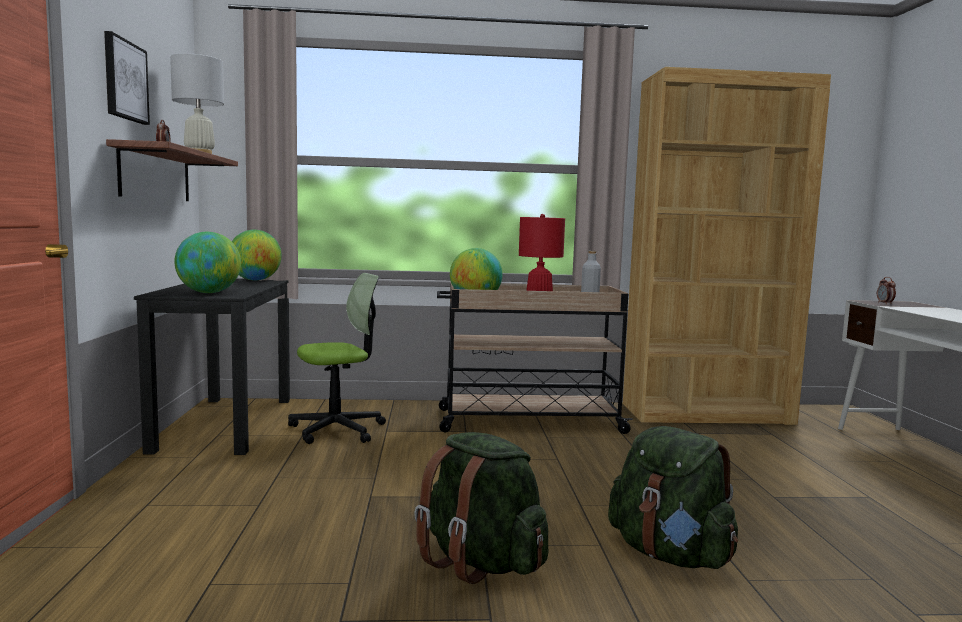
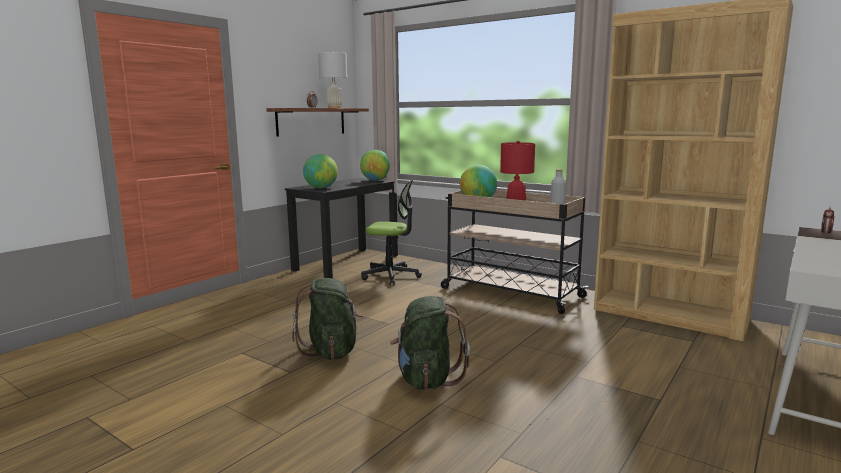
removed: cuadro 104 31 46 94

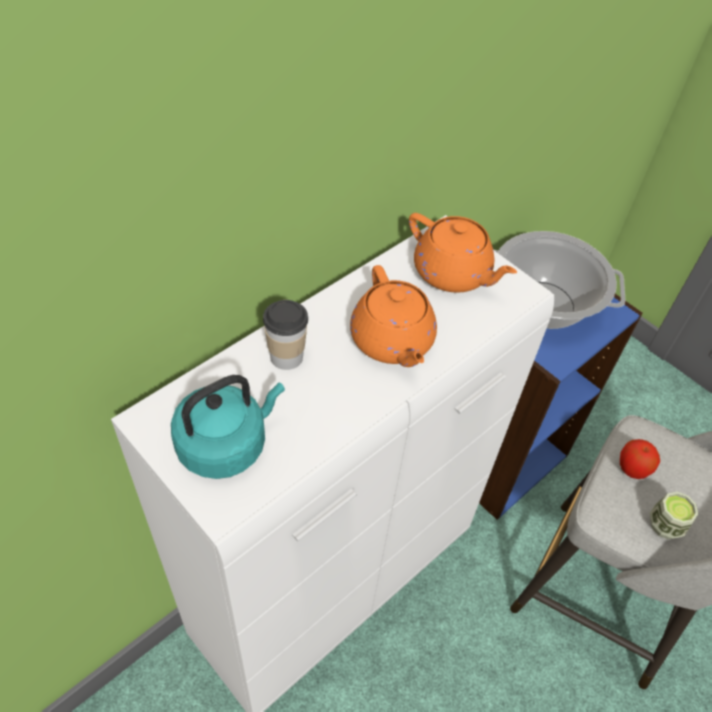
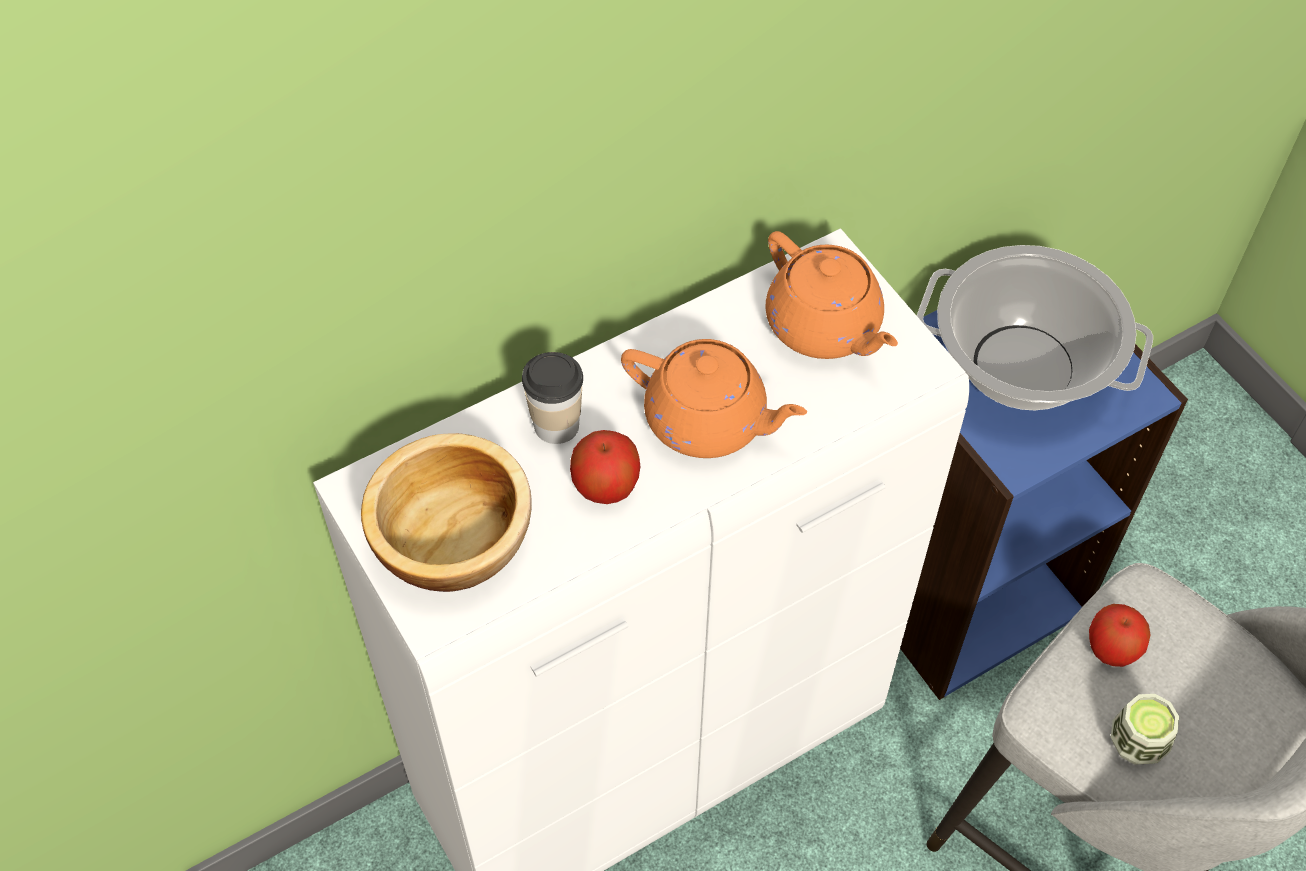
added: manzana 570 430 71 74
replaced: hervidor/turquesa 171 375 114 104 to cuenco 361 433 171 159
turned: tetera/naranja 350 265 87 102 = 621 339 186 119 60 degrees counterclockwise

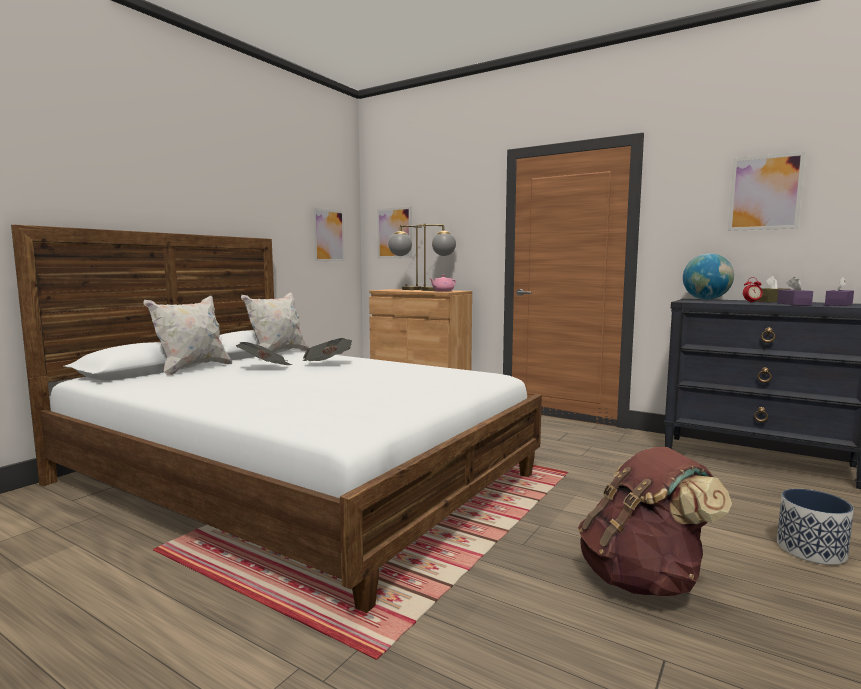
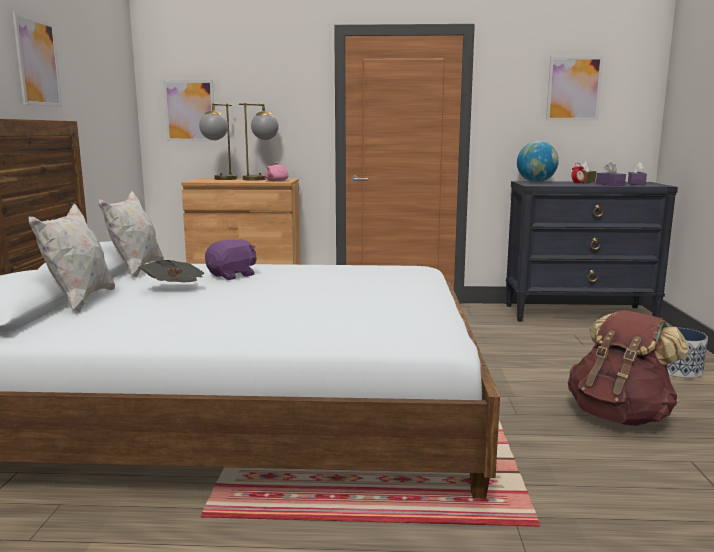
moved: cuadro 313 207 32 55 to 12 12 50 95
replaced: periódico 303 338 49 23 to peluche/morado 205 239 52 41

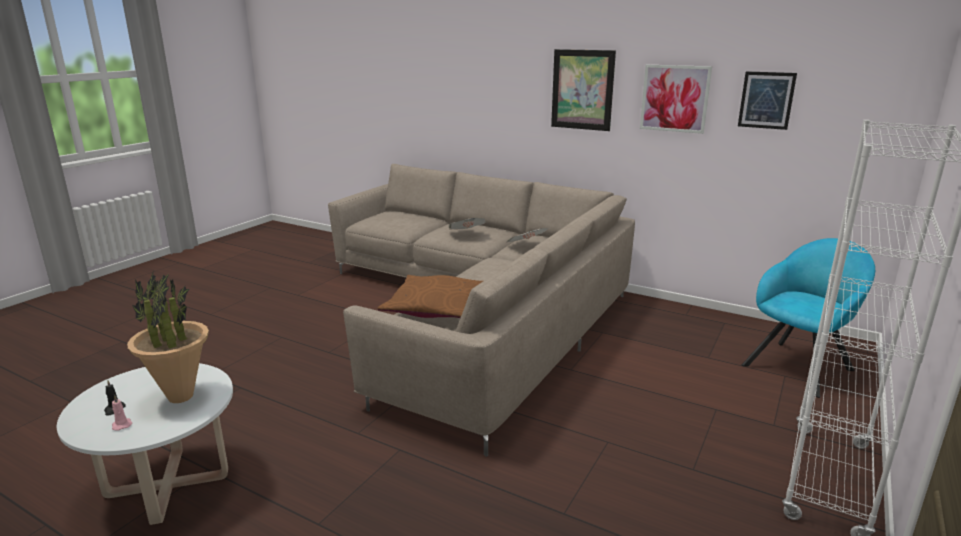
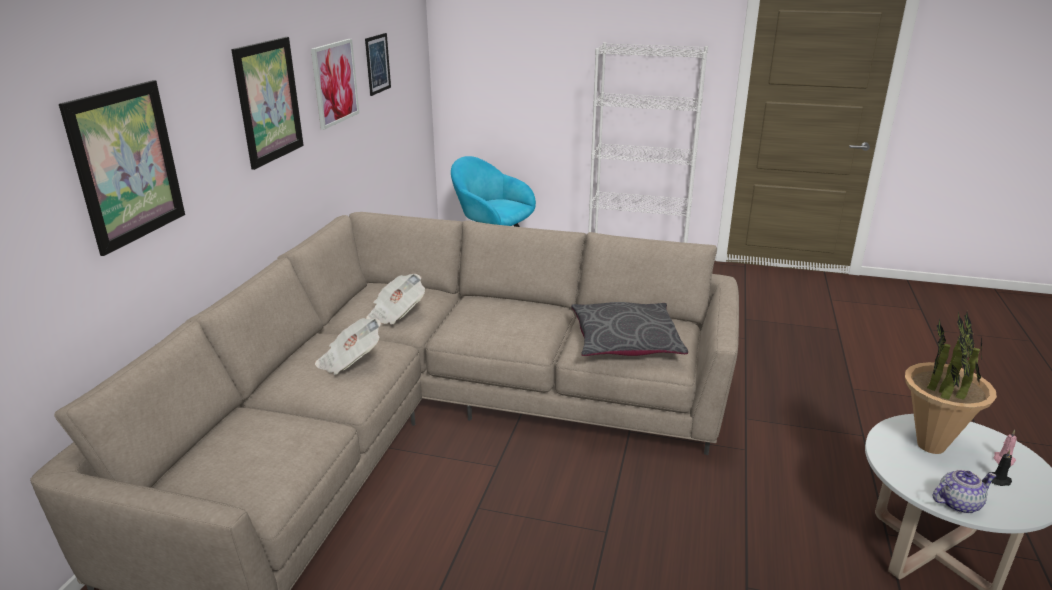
added: cuadro 59 80 126 176; tetera 933 470 63 43
recoloured: cojín/marrón 377 275 106 43 to cojín/gris 571 302 117 54

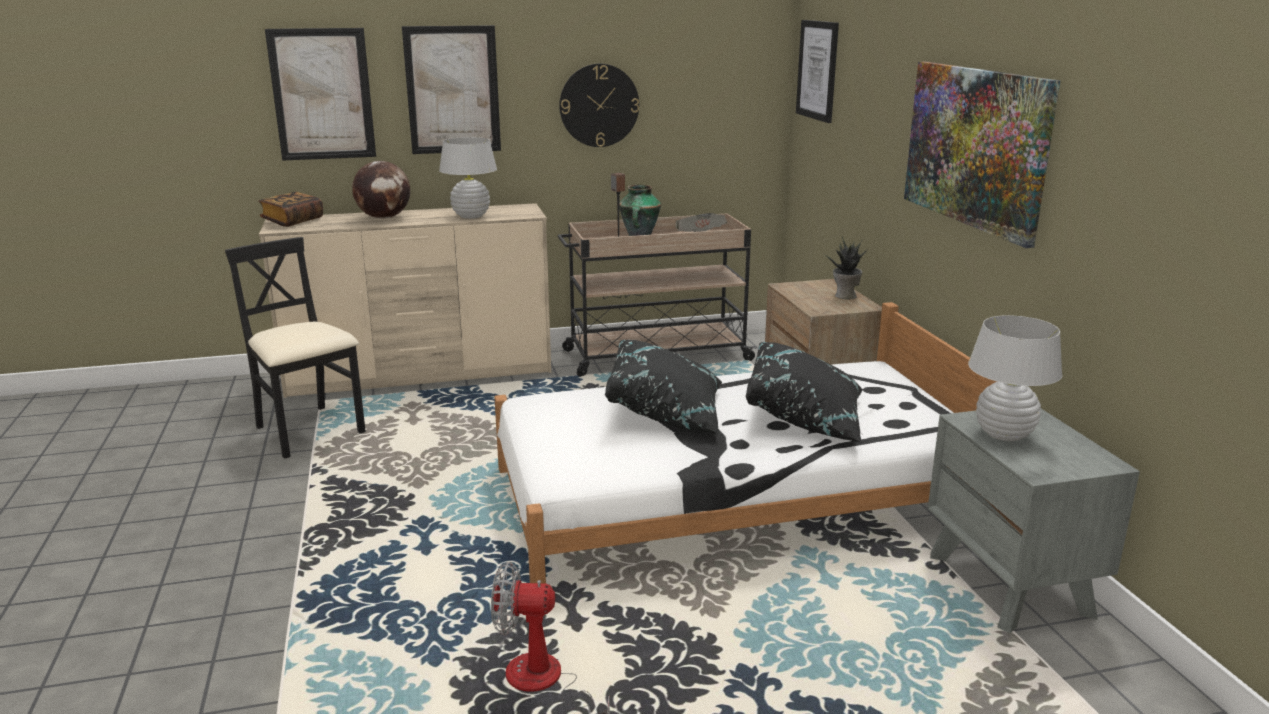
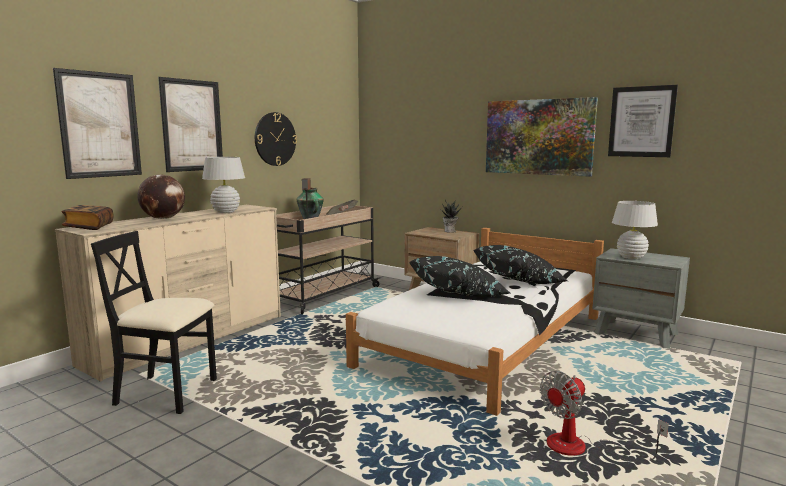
moved: cuadro 796 20 43 103 to 608 85 70 72

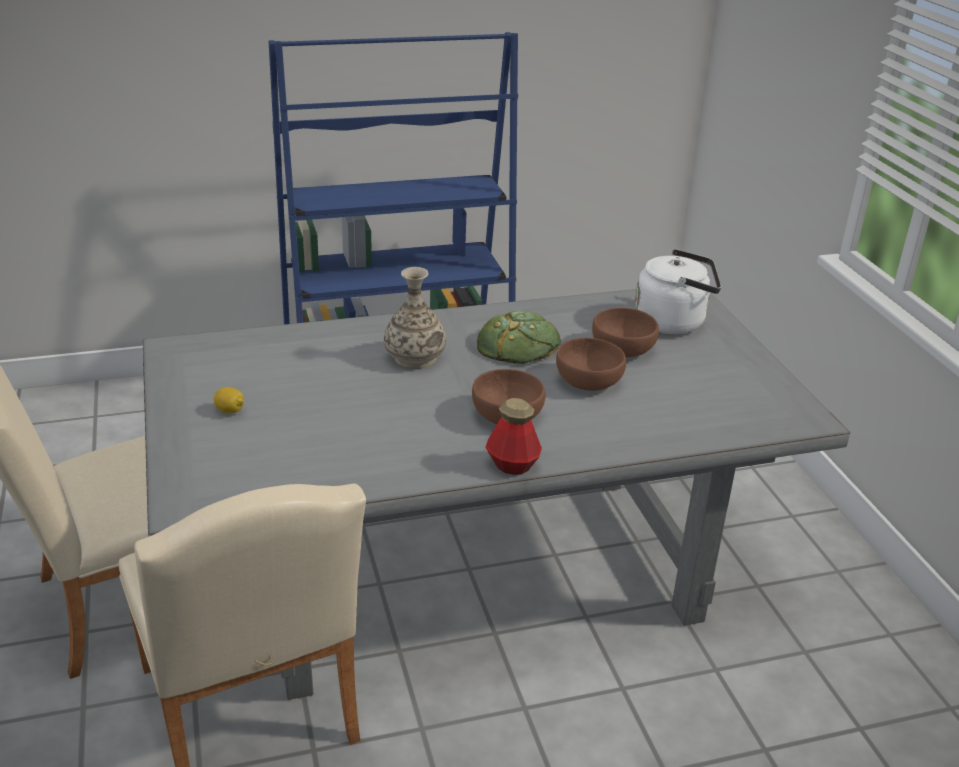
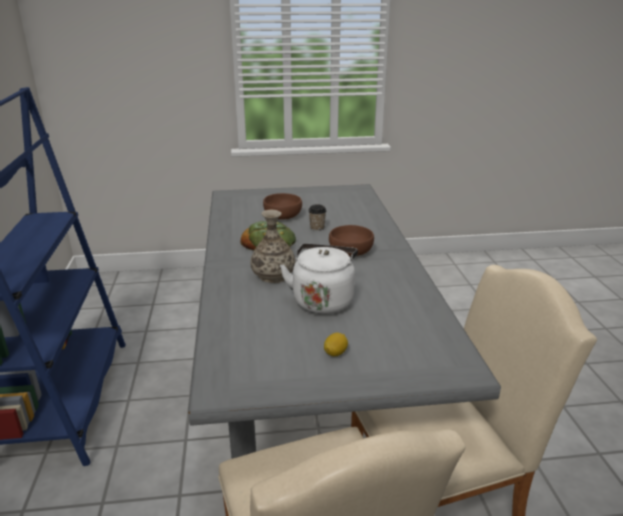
removed: botella 485 398 57 77
moved: hervidor/blanco 634 249 87 85 to 280 243 78 71
replaced: cuenco/marrón 556 338 70 53 to taza 308 204 18 27

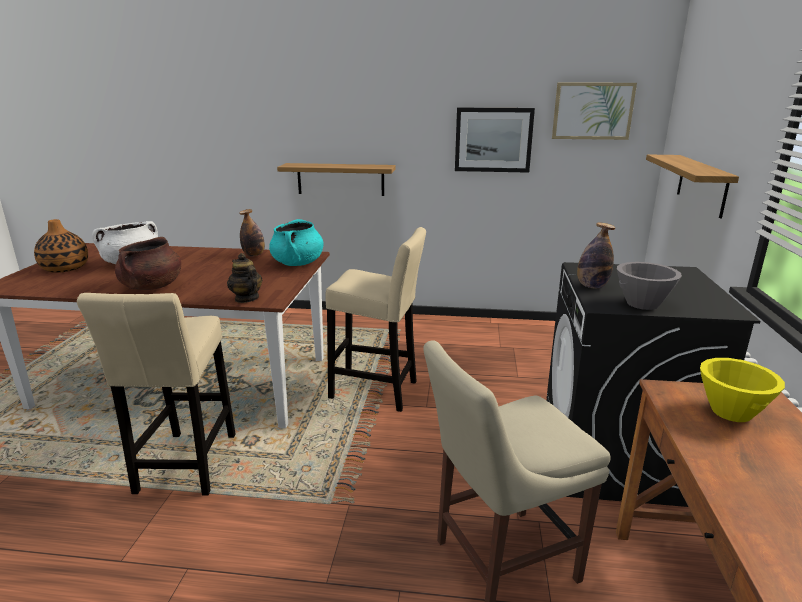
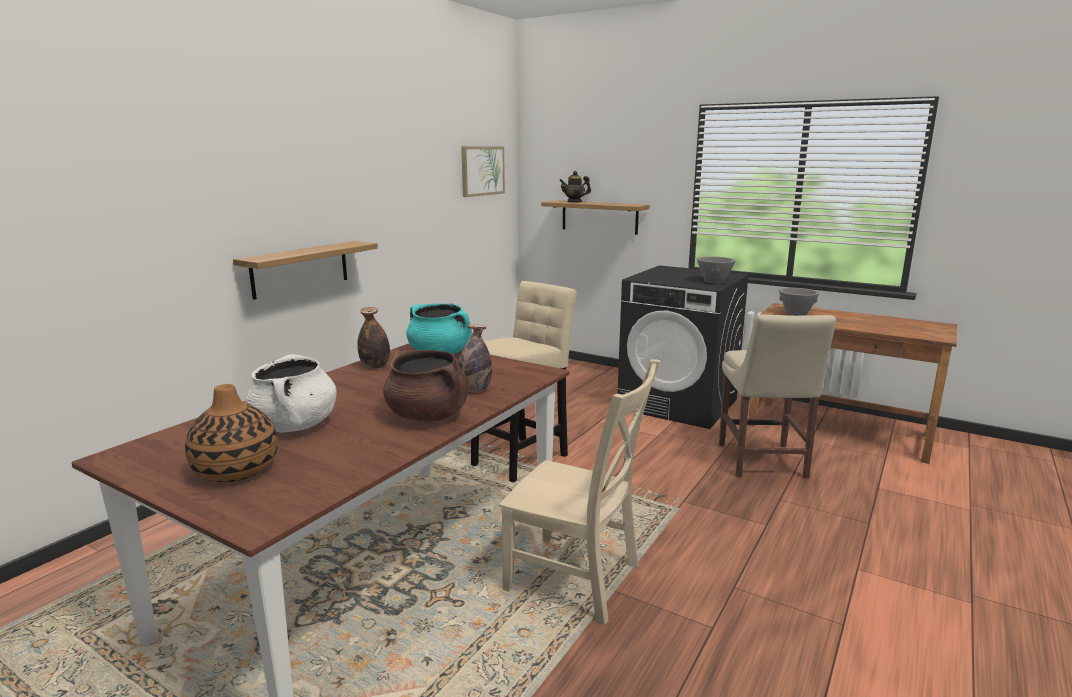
removed: cuadro 455 108 80 65
moved: botella 577 223 39 65 to 458 324 34 68; tetera 227 253 35 50 to 559 171 32 32
replaced: taburete/beis 77 293 159 203 to silla/beis 499 359 161 266
recoloured: cuenco/amarillo 700 358 85 64 to cuenco/gris 779 288 41 28

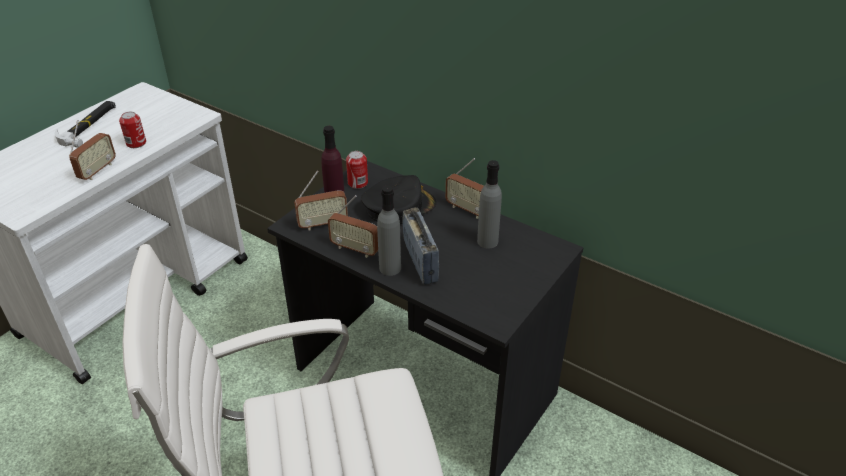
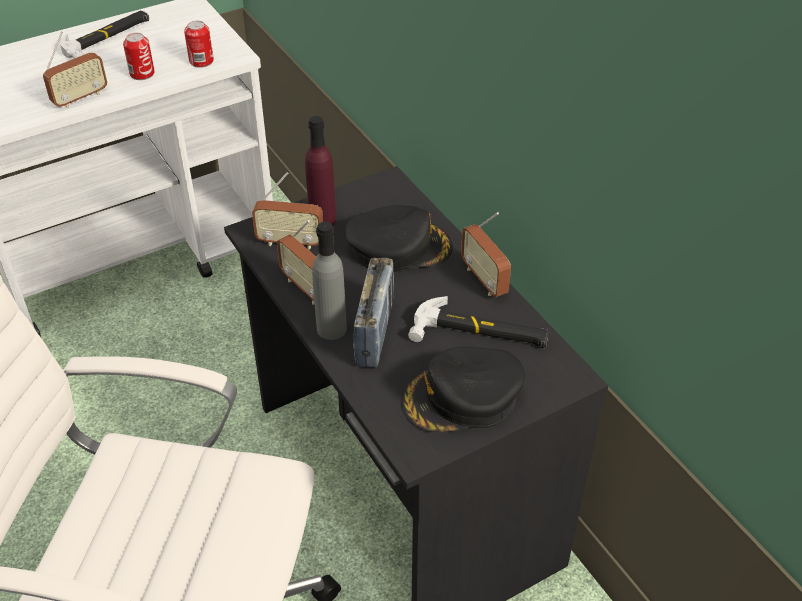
added: gorra/negro 401 347 124 85
moved: lata 346 151 22 38 to 184 21 30 47
replaced: botella/gris 477 160 25 89 to martillo 408 296 141 52

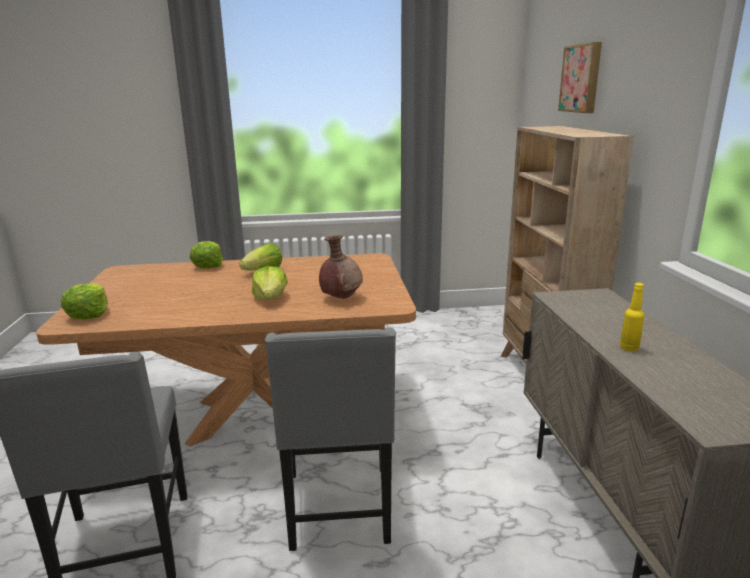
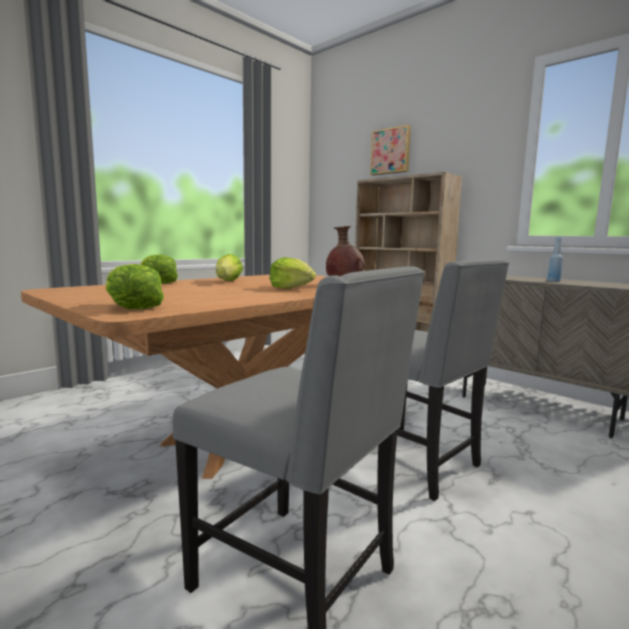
recoloured: botella/amarillo 620 283 24 68 to botella/azul 547 237 16 45

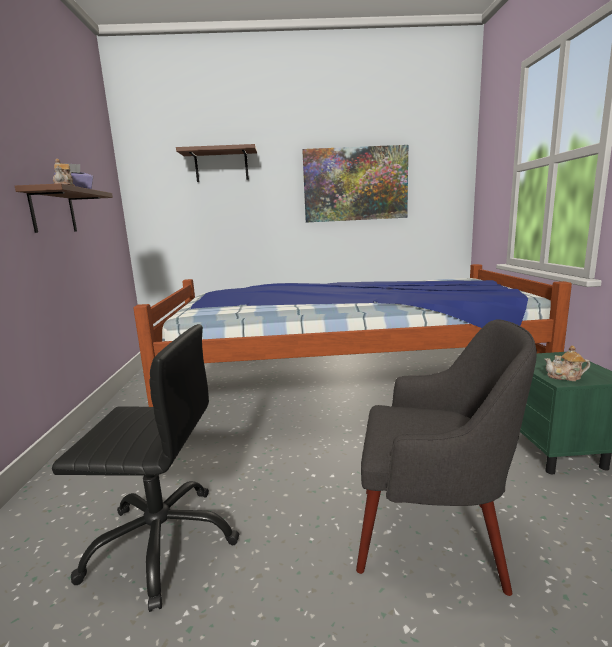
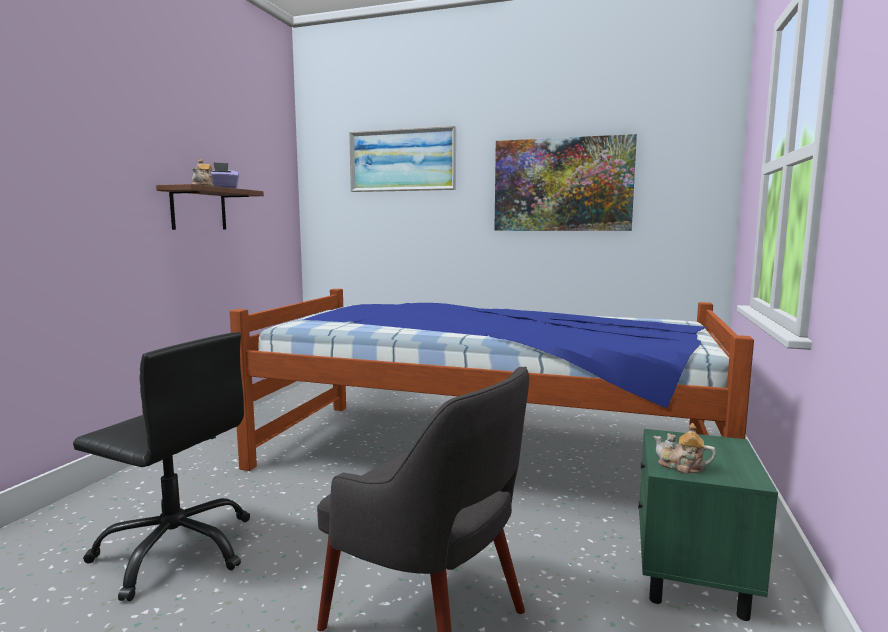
replaced: estante/marrón 176 144 81 38 to cuadro 349 126 107 66

